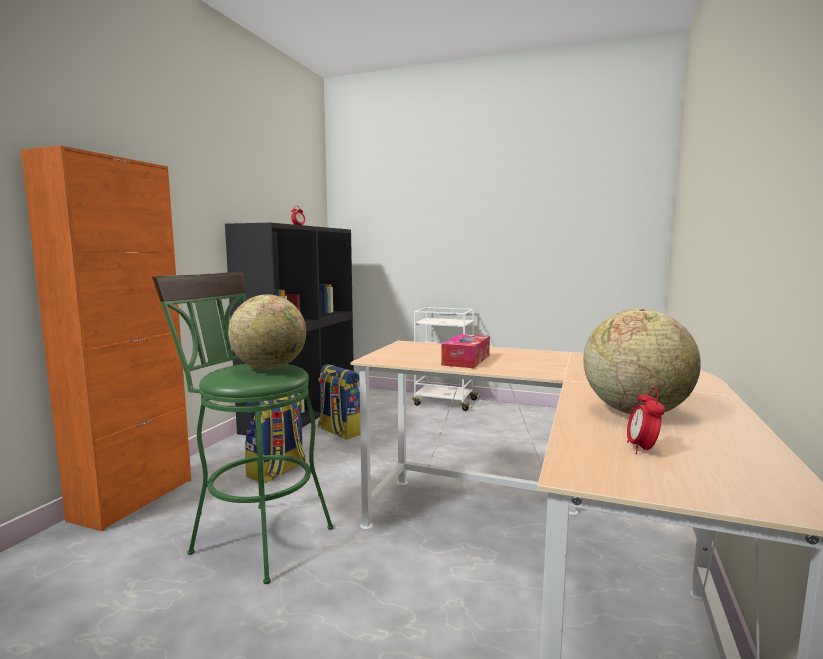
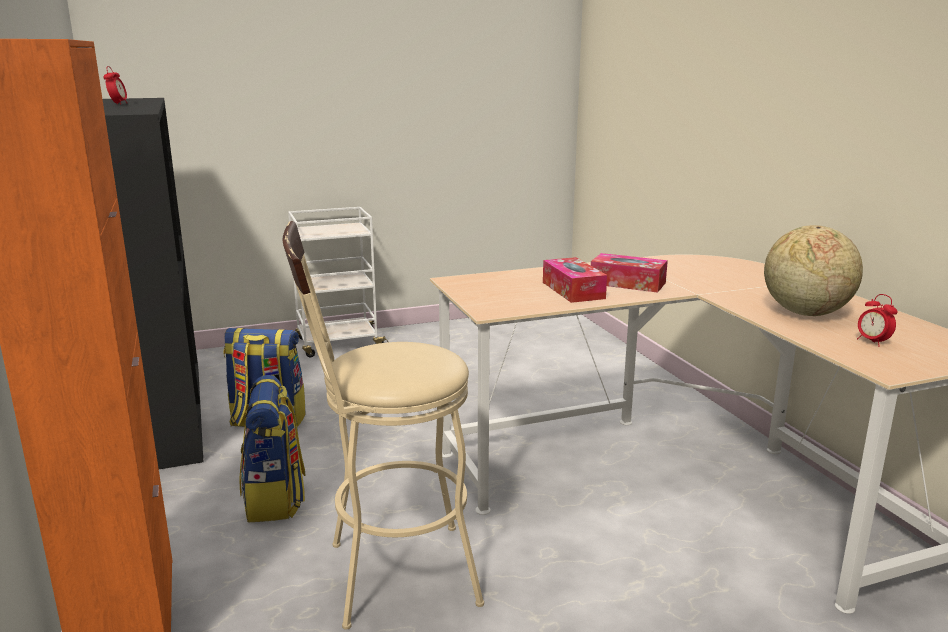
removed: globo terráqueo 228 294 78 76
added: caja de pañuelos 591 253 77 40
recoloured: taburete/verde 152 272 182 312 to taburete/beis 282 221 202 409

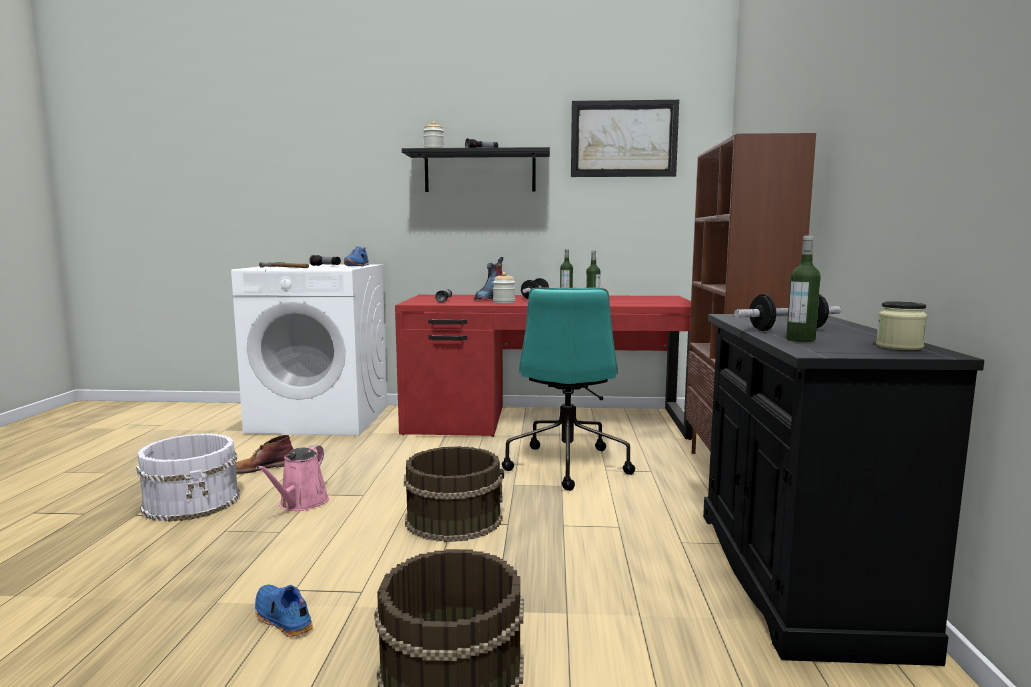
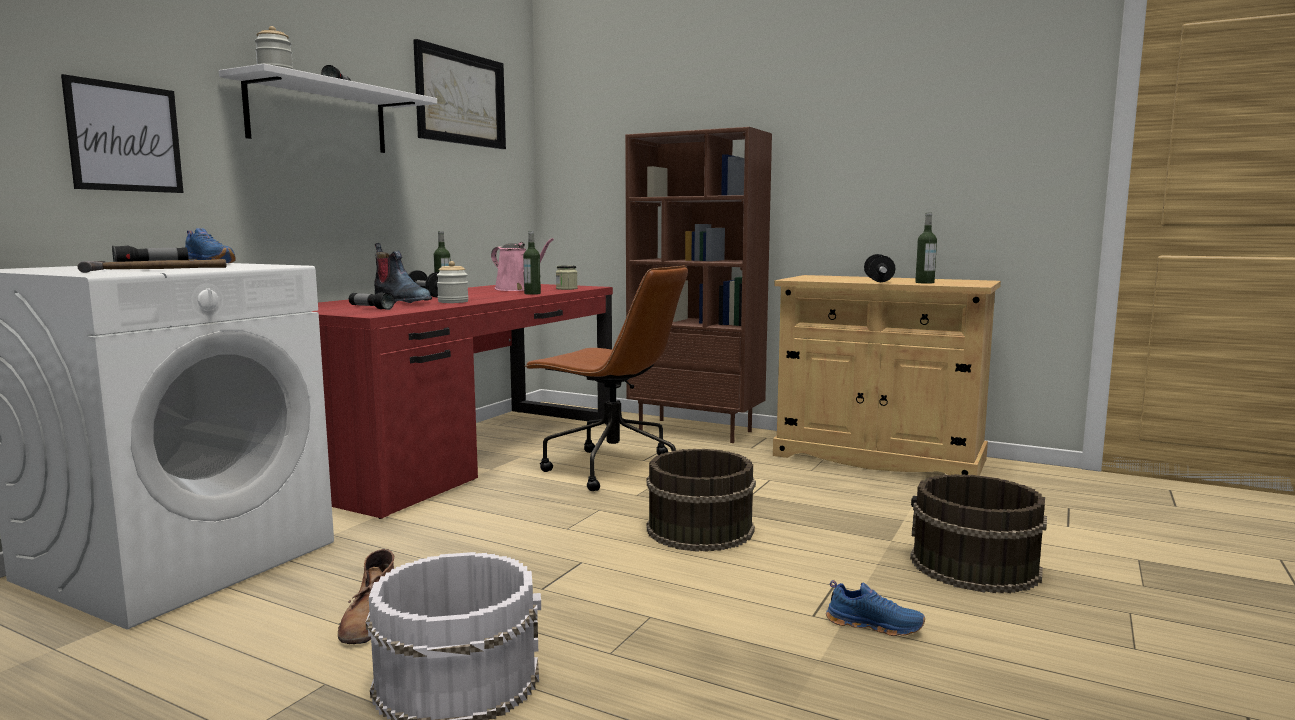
added: cuadro 61 74 123 119
moved: regadera/rosa 256 445 73 66 to 491 238 63 53; tarro 876 301 51 49 to 556 265 22 25
recoloured: estante/negro 402 147 148 45 to estante/blanco 219 64 218 89; silla de oficina/turquesa 502 288 133 203 to silla de oficina/marrón 524 265 164 226; armario/negro 703 314 281 352 to armario/beis 773 275 228 201
turned: zapato/azul 255 585 58 52 = 826 580 99 56 135 degrees counterclockwise

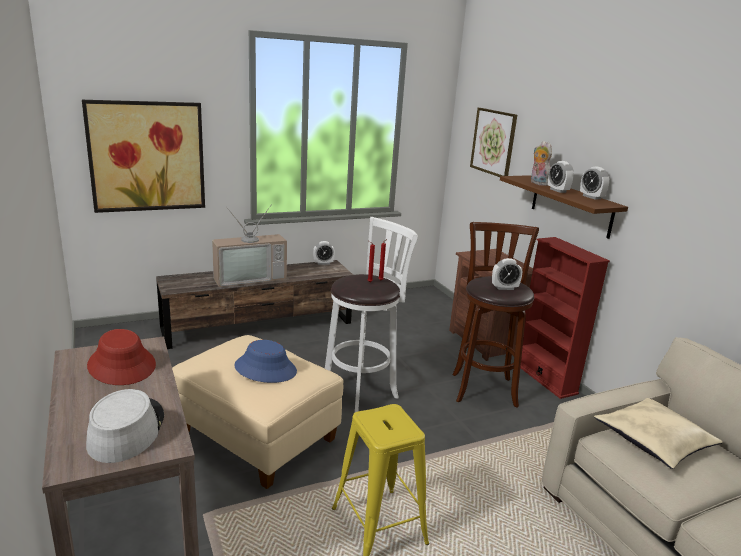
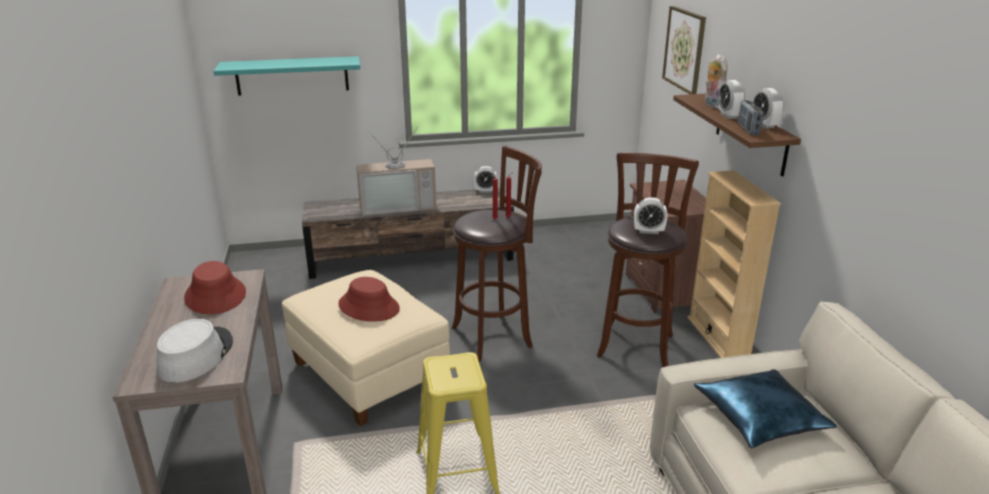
added: radio 738 100 26 35
replaced: cuadro 82 100 123 113 to estante/turquesa 214 56 146 40
recoloured: sombrero/azul 234 340 63 43 to sombrero/rojo 338 277 62 45; taburete/blanco 325 217 93 195 to taburete/marrón 452 146 90 216; estantería/rojo 520 237 90 162 to estantería/beis 688 170 93 188; cojín/beis 594 398 129 71 to cojín/azul 694 369 143 79

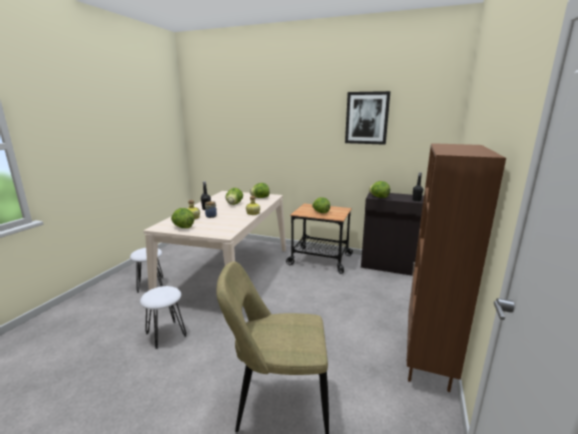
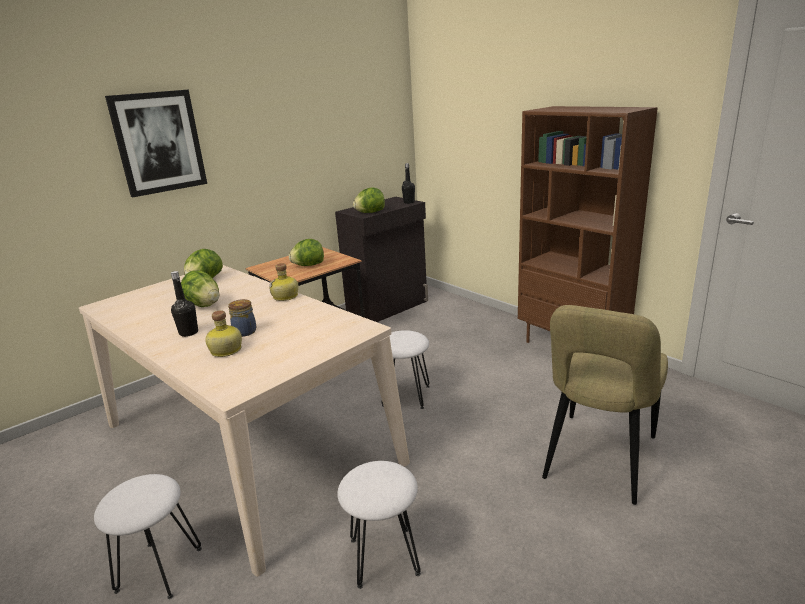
removed: lechuga 171 208 23 20
added: taburete/blanco 382 330 48 79
moved: cuadro 345 91 45 54 to 105 90 102 107

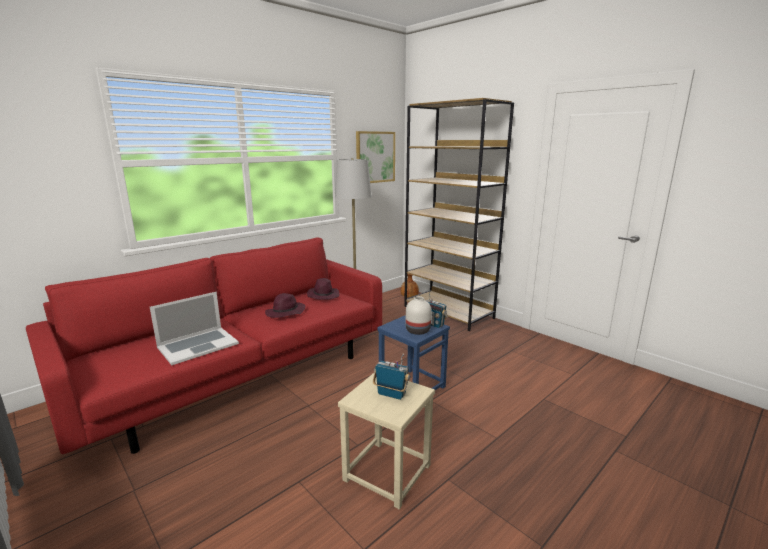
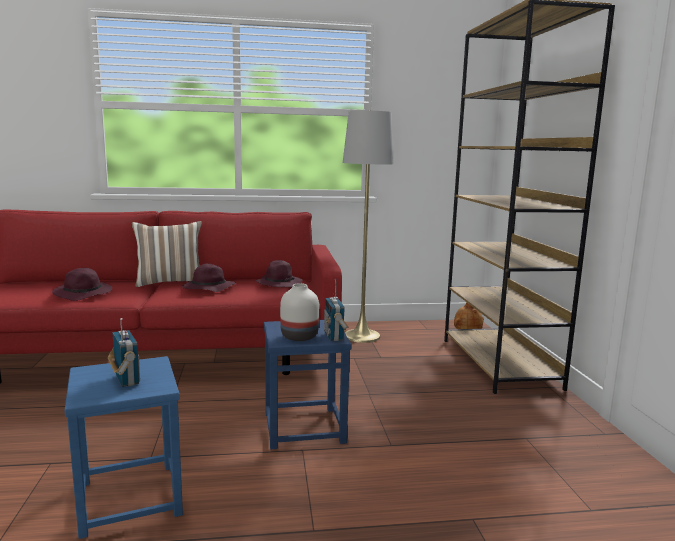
removed: cuadro 356 131 39 52
added: cojín 132 221 70 66
replaced: portátil 150 292 89 73 to sombrero/morado 52 268 60 33
recoloured: taburete/beis 338 373 97 136 to taburete/azul 64 356 119 183

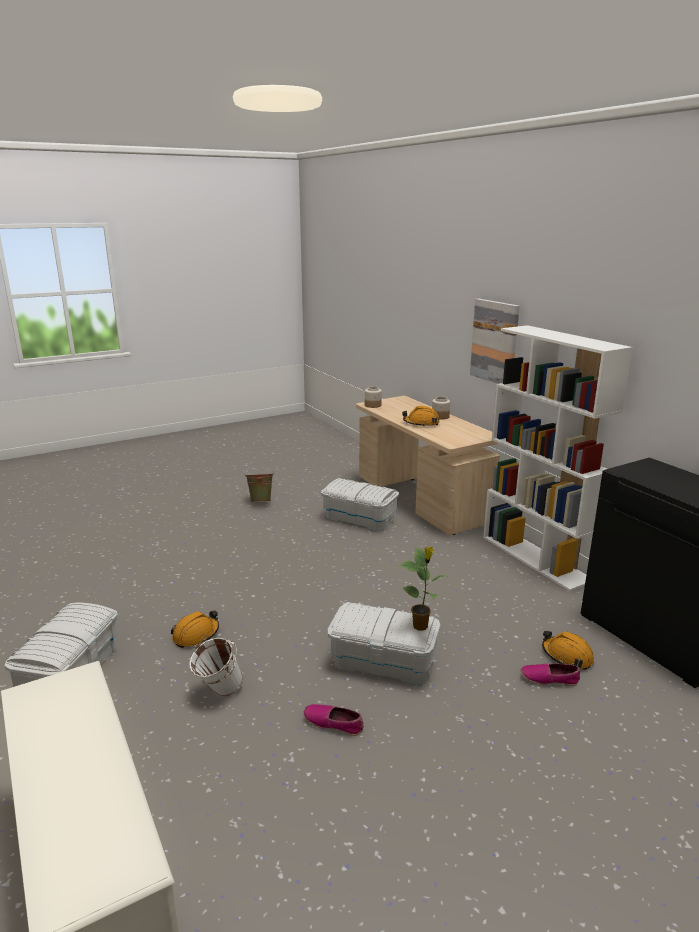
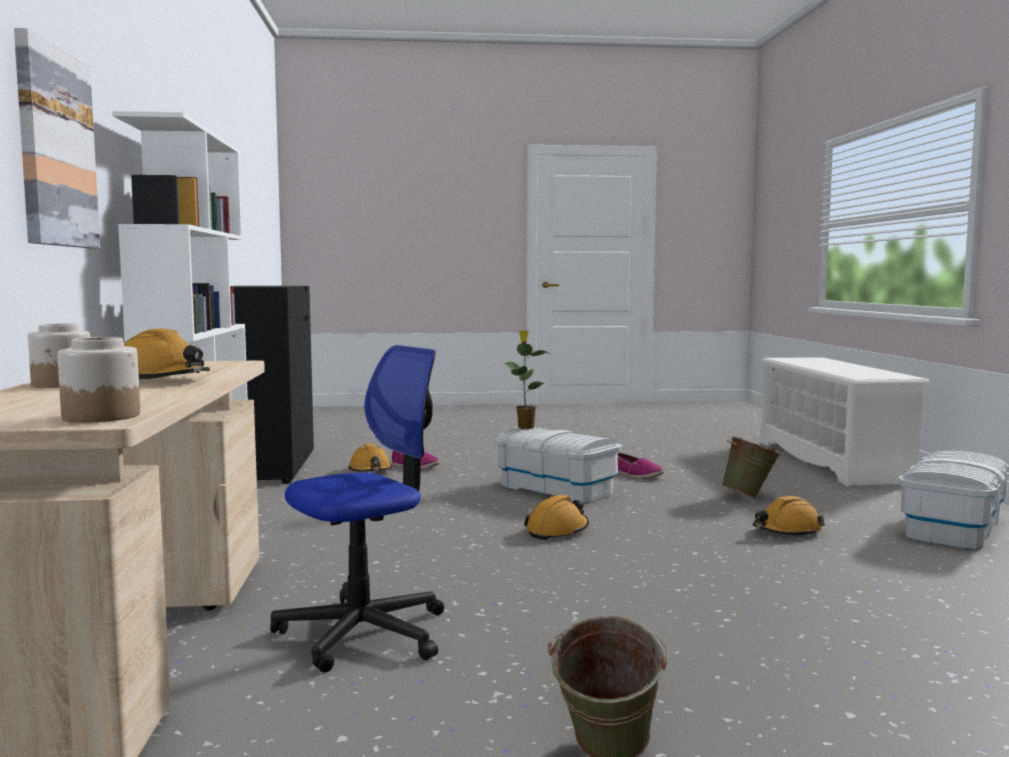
added: casco/naranja 524 495 65 45
replaced: caja de almacenaje/blanco 321 478 78 53 to silla de oficina 270 345 174 328
recoloured: cubo/blanco 190 637 53 59 to cubo/verde 722 436 59 63

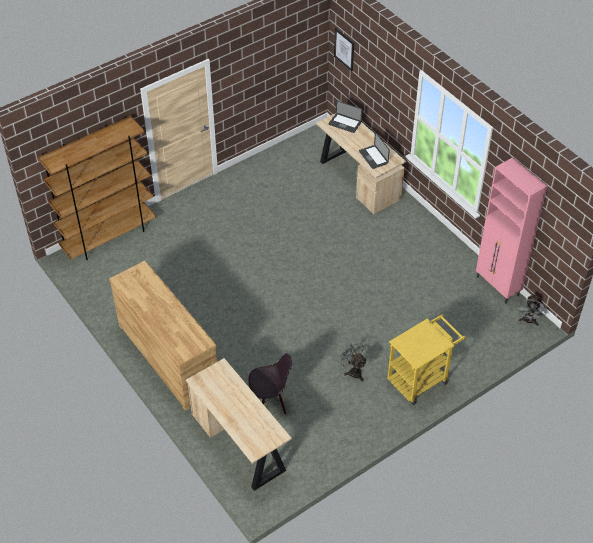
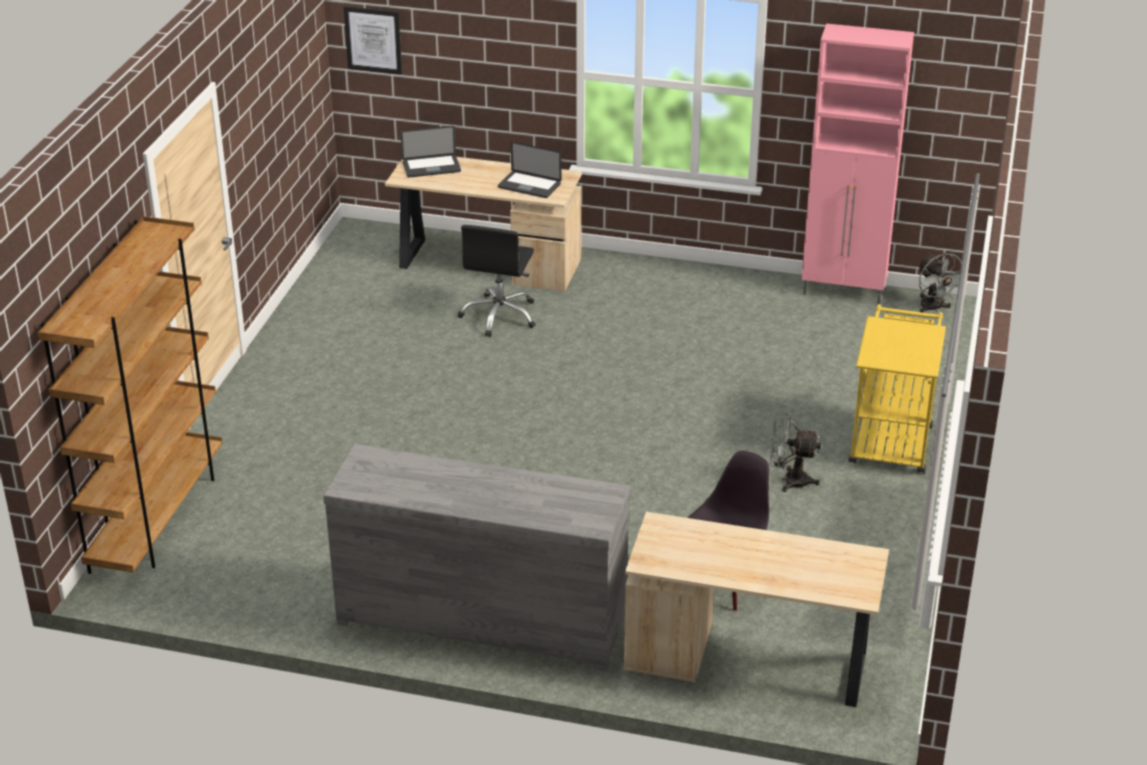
added: silla de oficina/negro 458 225 78 112
recoloured: cómoda/marrón 109 261 108 150 to cómoda/gris 323 444 307 227

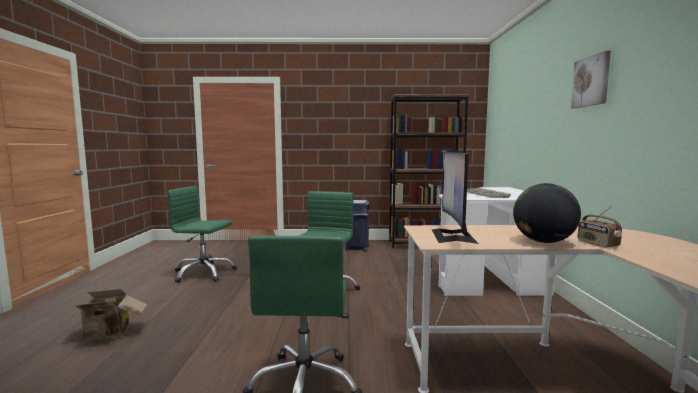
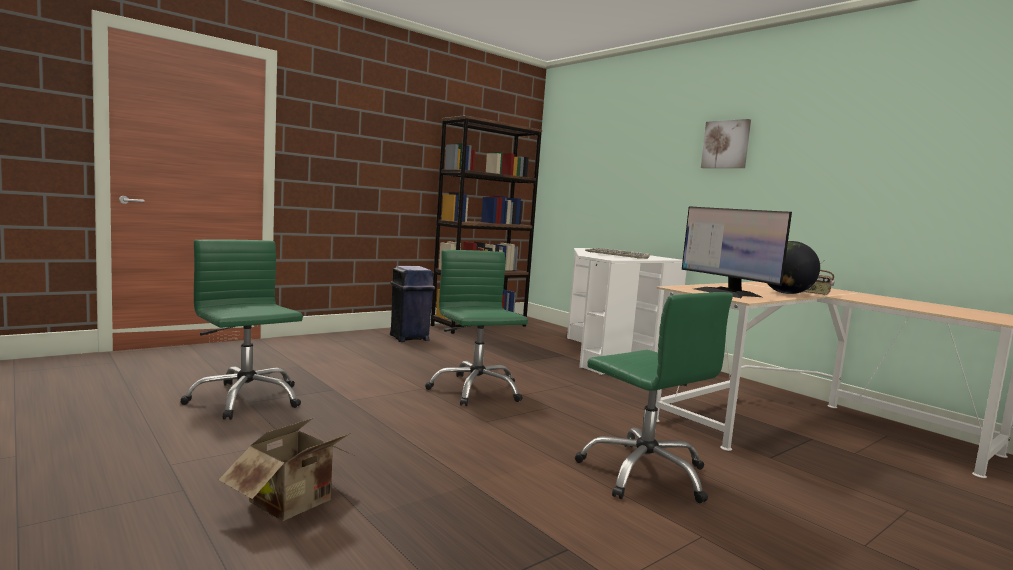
turned: silla de oficina/verde 167 186 70 97 = 180 239 123 181 75 degrees clockwise

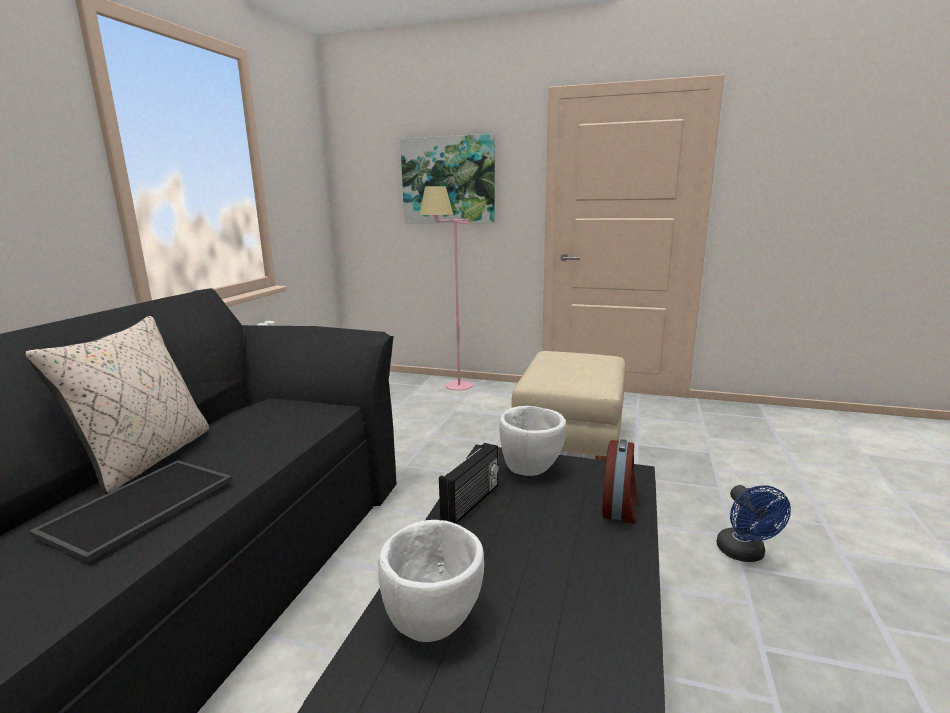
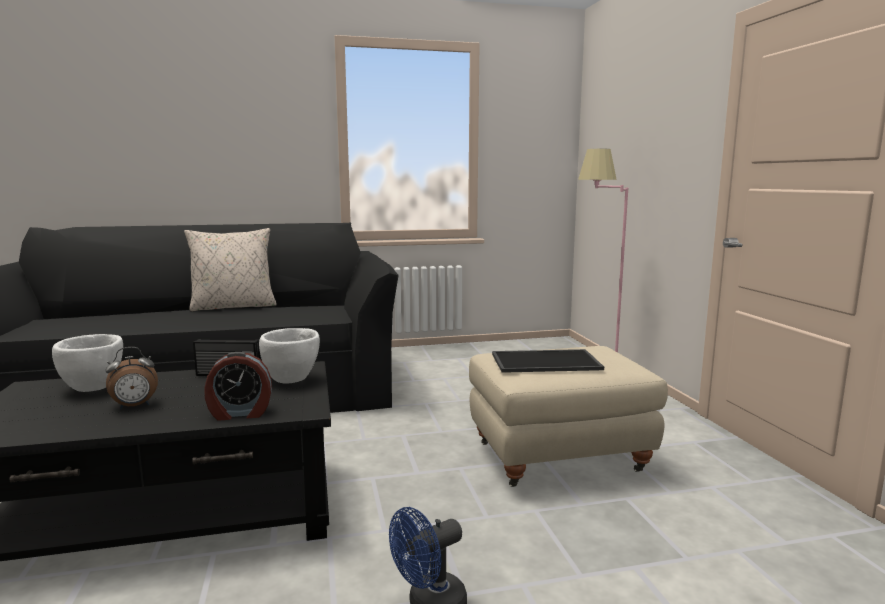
removed: cuadro 400 134 95 89
added: despertador 105 347 53 62
moved: bandeja 29 460 203 102 to 492 349 112 24

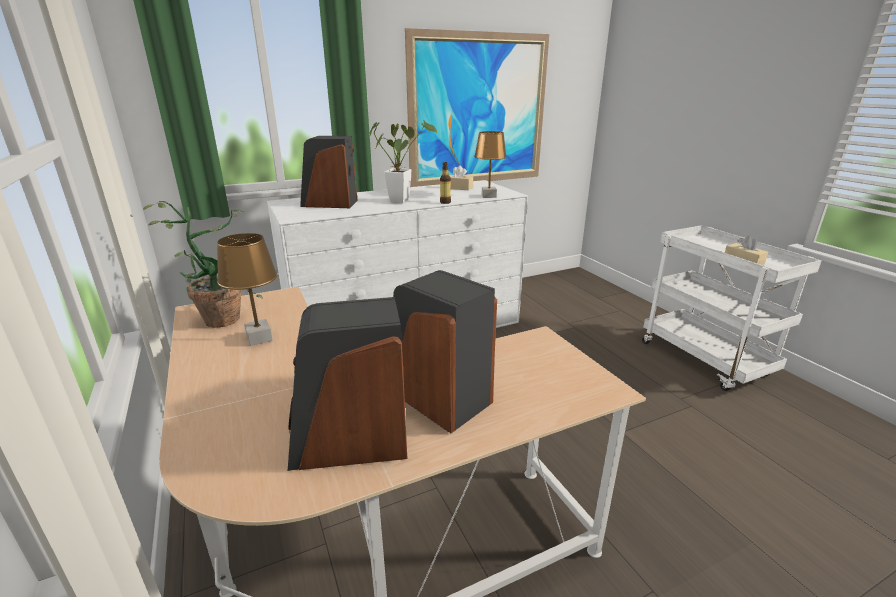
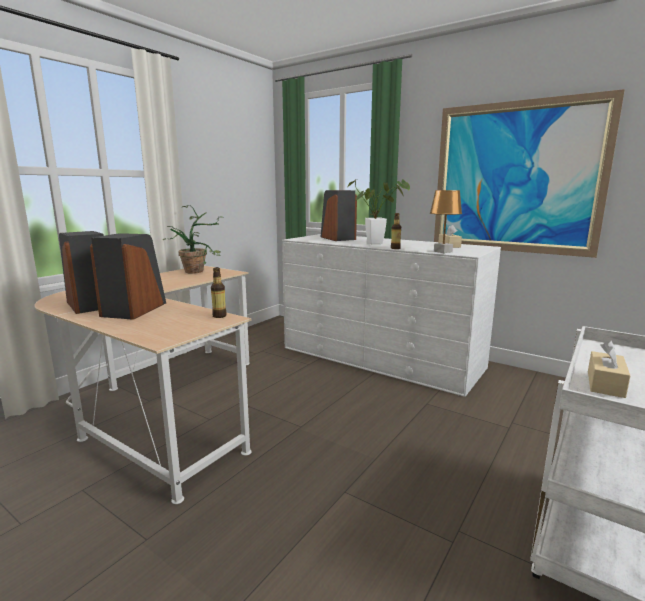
removed: lámpara de mesa/marrón 217 233 60 113
added: botella 211 267 16 51

